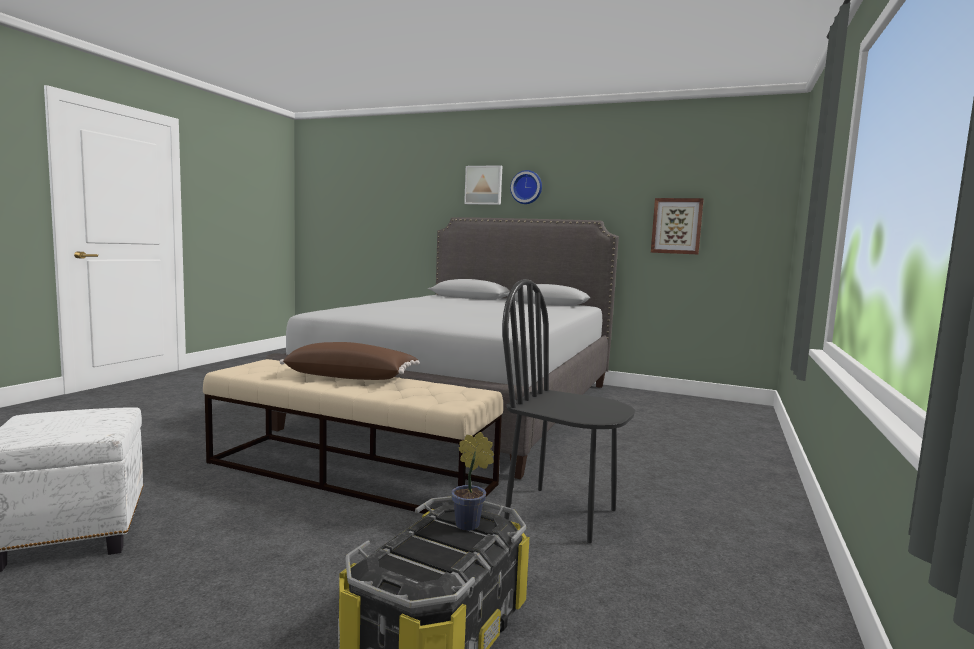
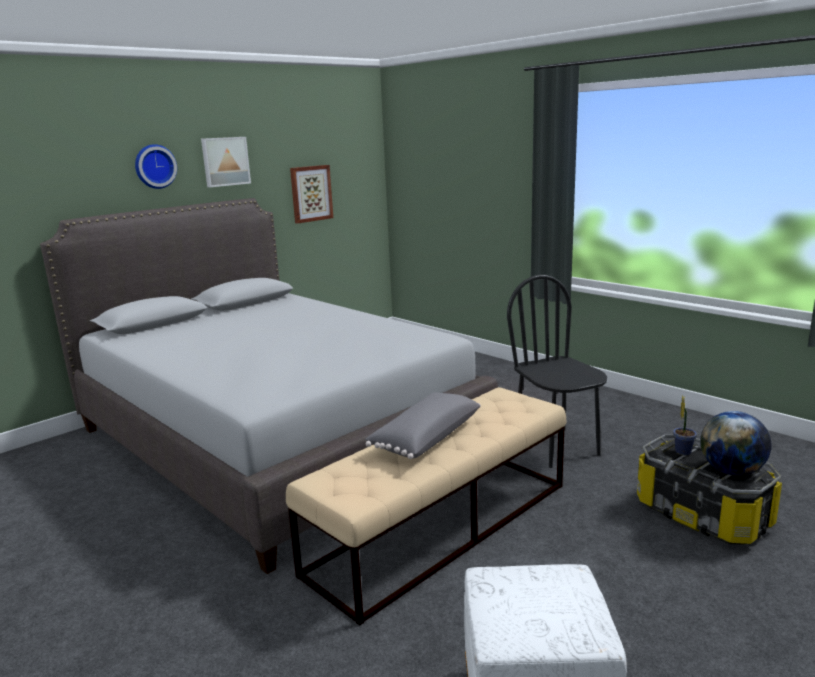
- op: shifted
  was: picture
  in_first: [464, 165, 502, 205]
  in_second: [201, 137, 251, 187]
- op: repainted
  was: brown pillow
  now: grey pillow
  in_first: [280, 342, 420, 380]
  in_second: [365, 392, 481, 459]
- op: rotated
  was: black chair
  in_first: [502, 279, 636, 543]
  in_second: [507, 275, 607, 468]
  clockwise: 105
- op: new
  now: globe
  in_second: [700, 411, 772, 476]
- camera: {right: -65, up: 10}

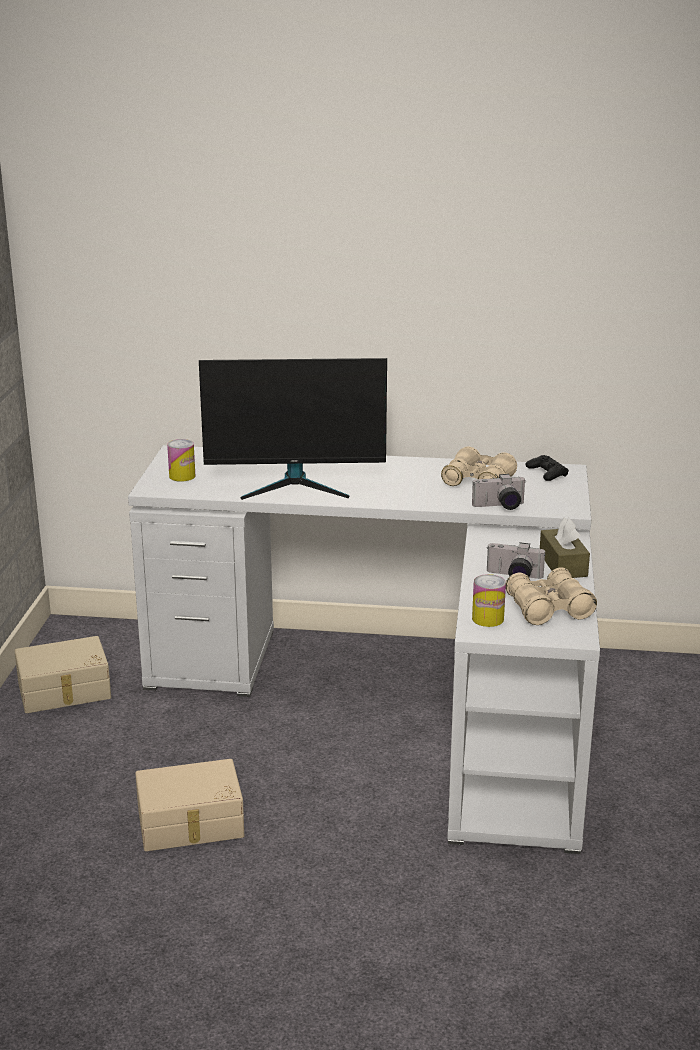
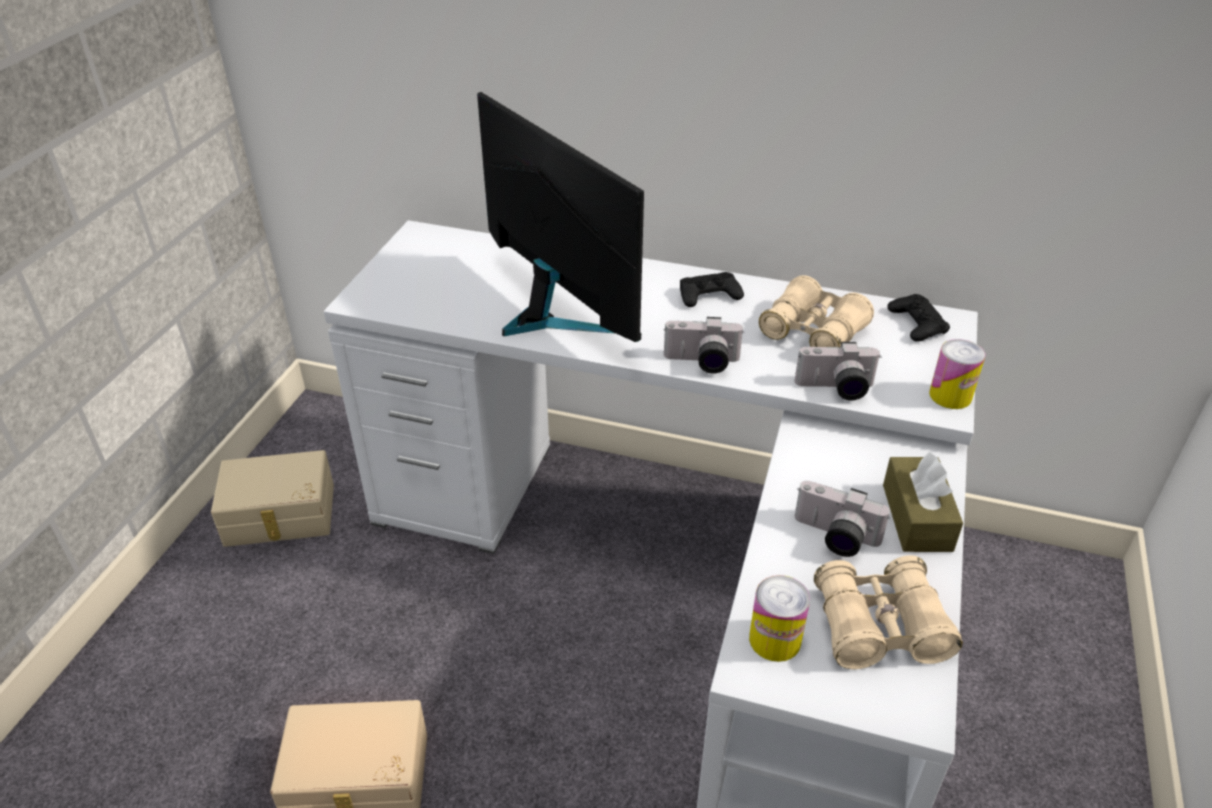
- op: rotated
  was: monitor
  in_first: [199, 358, 387, 500]
  in_second: [477, 92, 644, 342]
  clockwise: -135
- op: new
  now: photo camera
  in_second: [664, 317, 744, 374]
- op: new
  now: black game controller
  in_second: [680, 272, 744, 307]
- op: shifted
  was: can
  in_first: [167, 439, 195, 482]
  in_second: [929, 339, 985, 409]
- camera: {right: 10, up: 15}

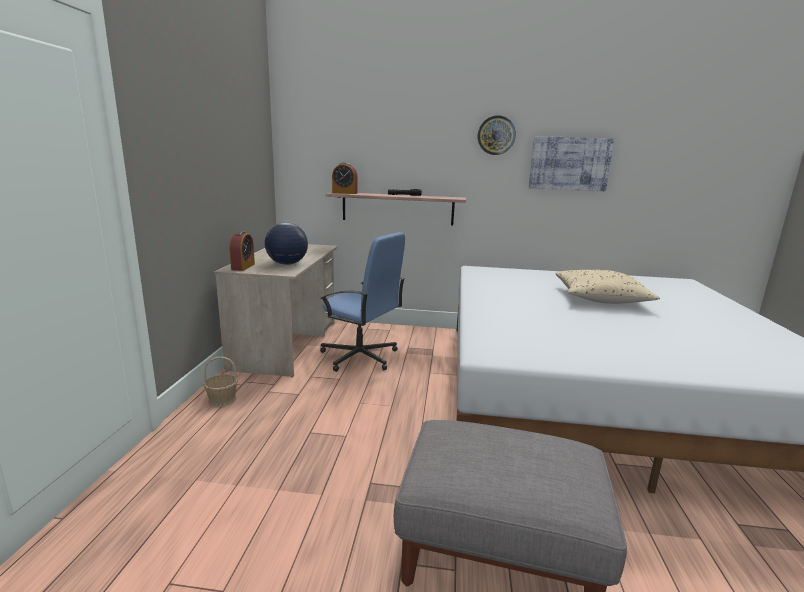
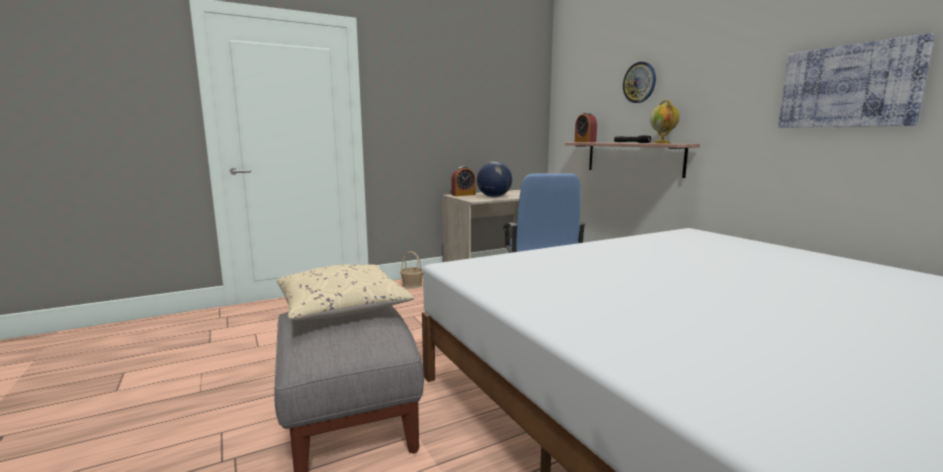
- op: shifted
  was: beige pillow
  in_first: [555, 270, 660, 304]
  in_second: [277, 265, 414, 320]
- op: shifted
  was: wall clock
  in_first: [478, 116, 516, 155]
  in_second: [623, 62, 656, 103]
- op: new
  now: globe
  in_second: [650, 100, 680, 143]
- camera: {right: 55, up: -5}

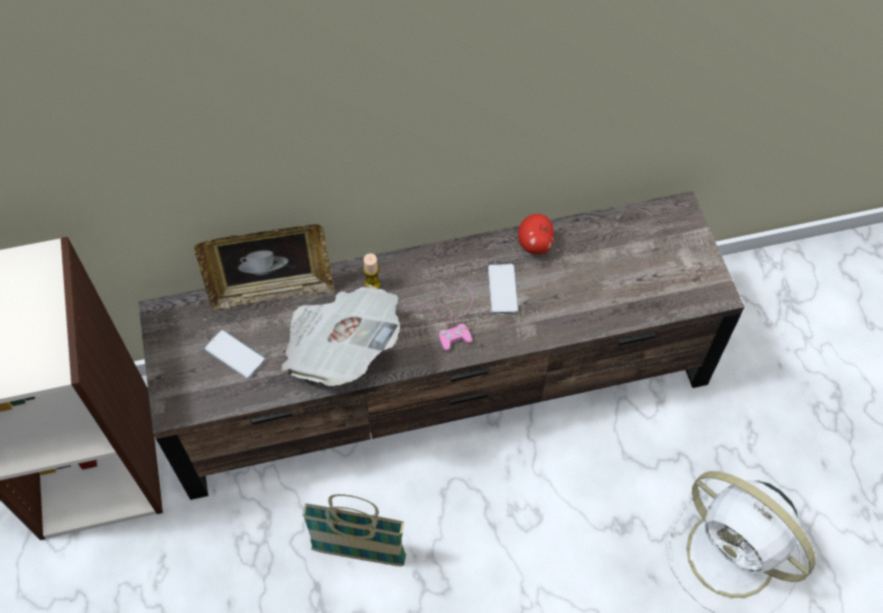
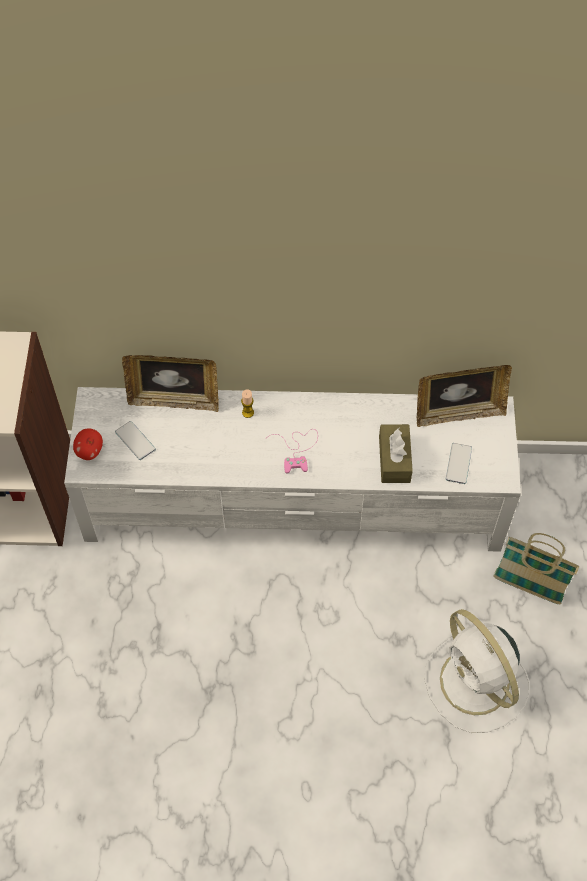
- op: repainted
  was: brown tv stand
  now: white tv stand
  in_first: [138, 191, 744, 500]
  in_second: [64, 387, 521, 552]
- op: shifted
  was: apple
  in_first: [518, 214, 554, 254]
  in_second: [73, 428, 103, 460]
- op: new
  now: brown tissue box
  in_second: [379, 424, 413, 483]
- op: new
  now: picture frame
  in_second: [416, 365, 512, 427]
- op: shifted
  was: phone
  in_first: [488, 264, 518, 314]
  in_second: [446, 443, 472, 484]
- op: shifted
  was: basket
  in_first: [302, 494, 406, 566]
  in_second: [493, 533, 579, 604]
- op: gone
  was: newspaper
  in_first: [281, 285, 400, 386]
- camera: {right: 15, up: 0}

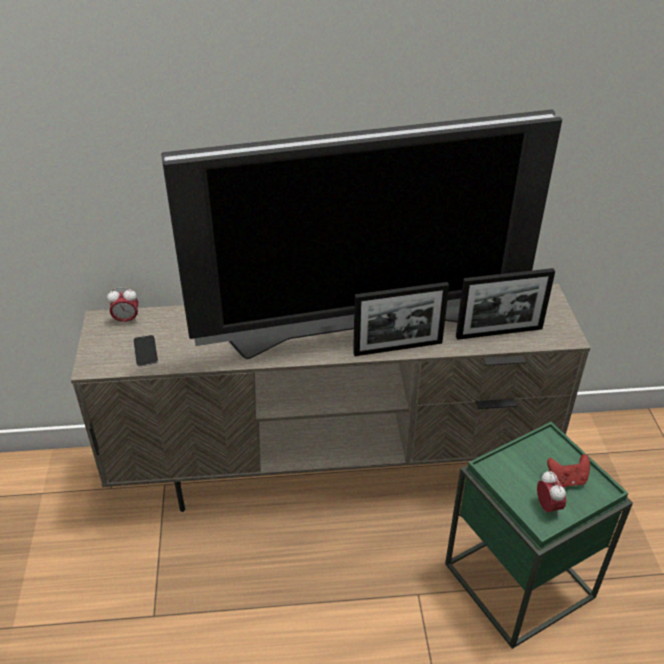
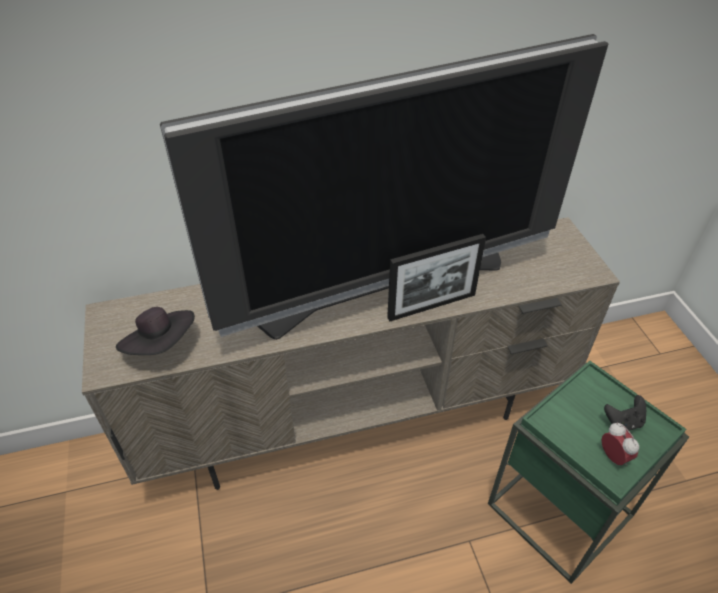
- op: swapped
  was: phone
  now: black hat
  in_first: [133, 335, 158, 366]
  in_second: [116, 307, 195, 355]
- op: repainted
  was: red game controller
  now: black game controller
  in_first: [547, 454, 590, 487]
  in_second: [604, 395, 646, 431]
- op: gone
  was: alarm clock
  in_first: [107, 287, 138, 324]
- op: gone
  was: picture frame
  in_first: [456, 268, 555, 340]
- camera: {right: -10, up: 5}

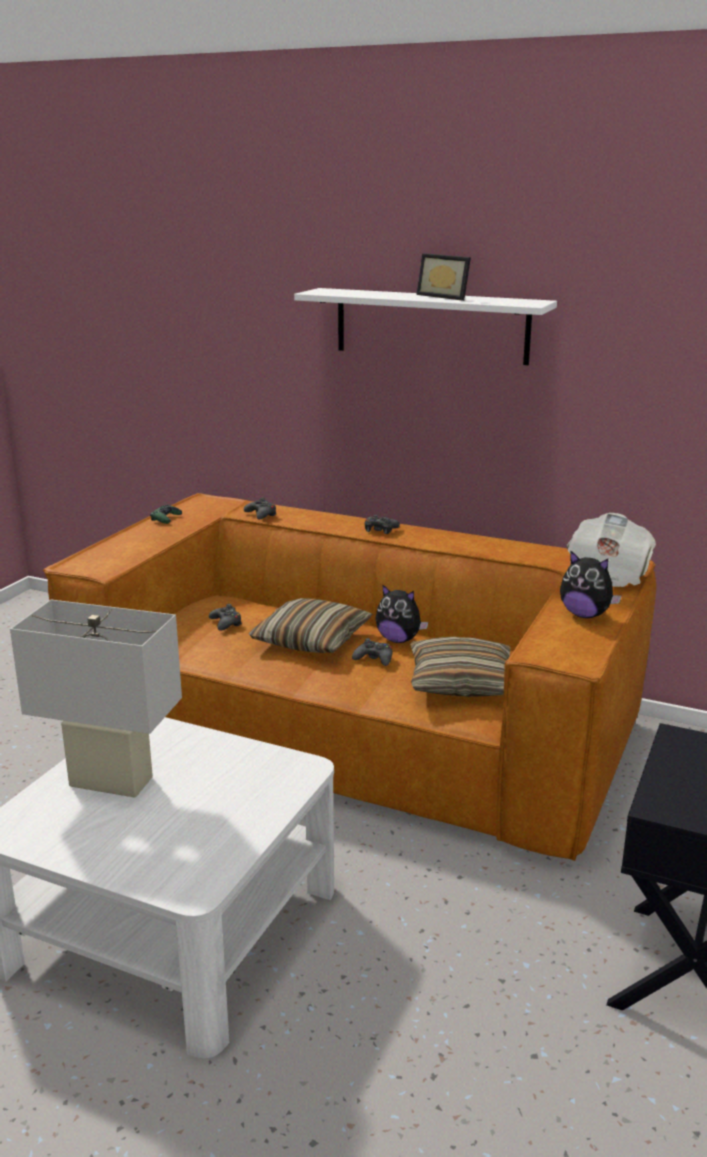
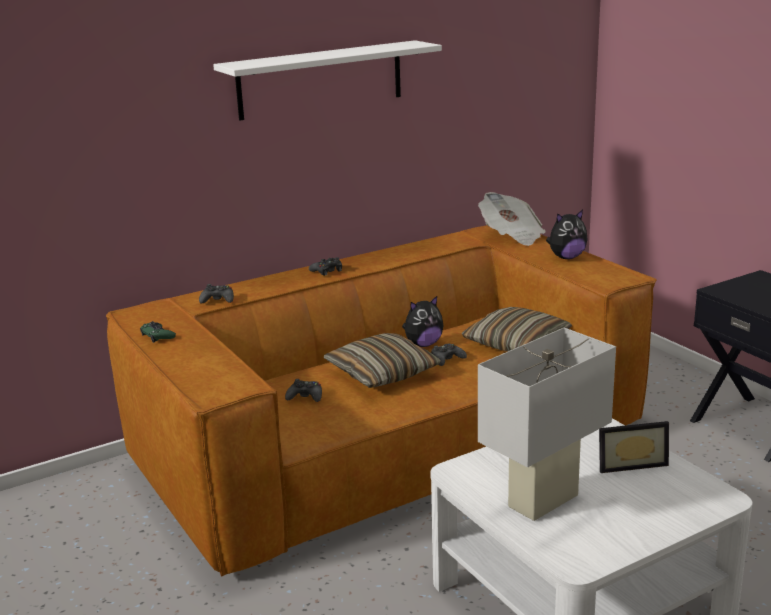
- op: shifted
  was: picture frame
  in_first: [416, 253, 471, 301]
  in_second: [599, 421, 669, 473]
- camera: {right: -55, up: 0}

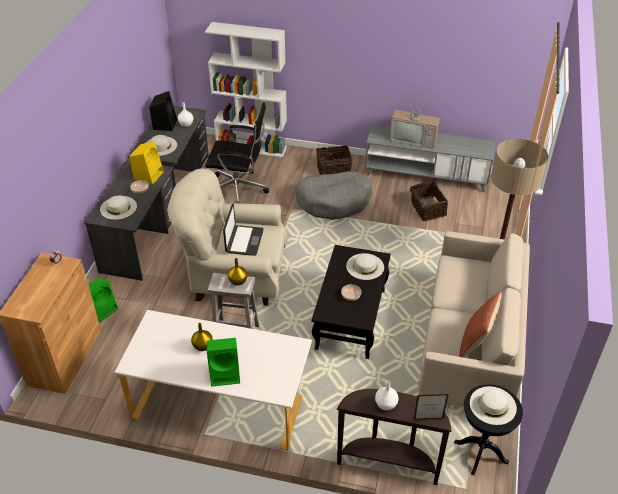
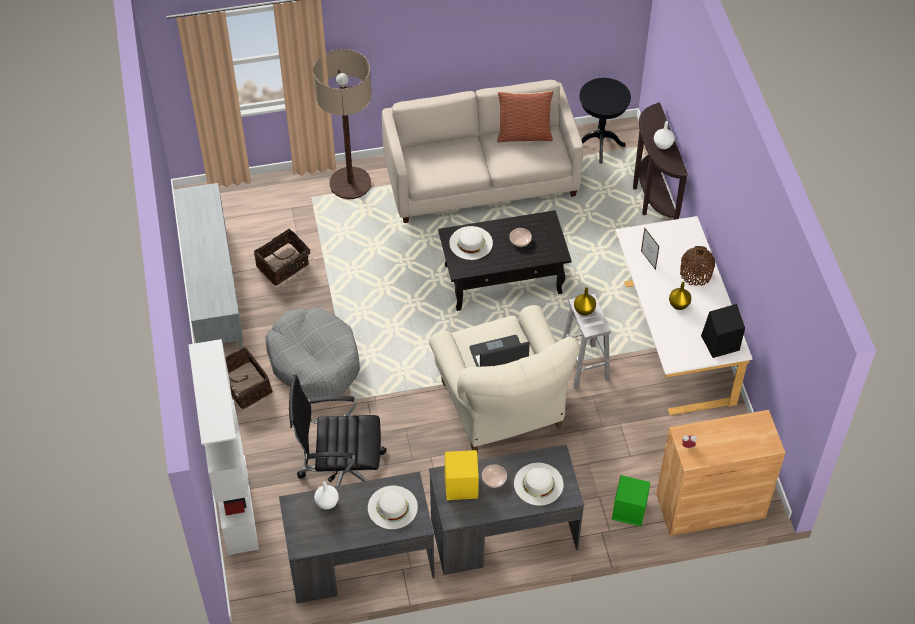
- op: rotated
  was: black office chair
  in_first: [205, 102, 269, 204]
  in_second: [289, 375, 387, 486]
  clockwise: -75
- op: shifted
  was: picture frame
  in_first: [414, 394, 449, 420]
  in_second: [641, 227, 660, 270]
- op: swapped
  was: green speaker
  now: brown vase
  in_first: [207, 338, 240, 386]
  in_second: [680, 246, 715, 286]
- op: shifted
  was: black speaker
  in_first: [149, 91, 177, 131]
  in_second: [701, 304, 745, 358]
- op: gone
  was: television
  in_first: [390, 96, 440, 149]
- op: gone
  was: white hat
  in_first: [470, 386, 517, 425]
- camera: {right: -115, up: 10}

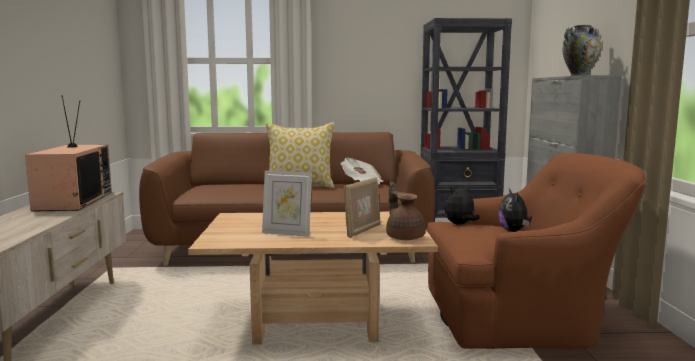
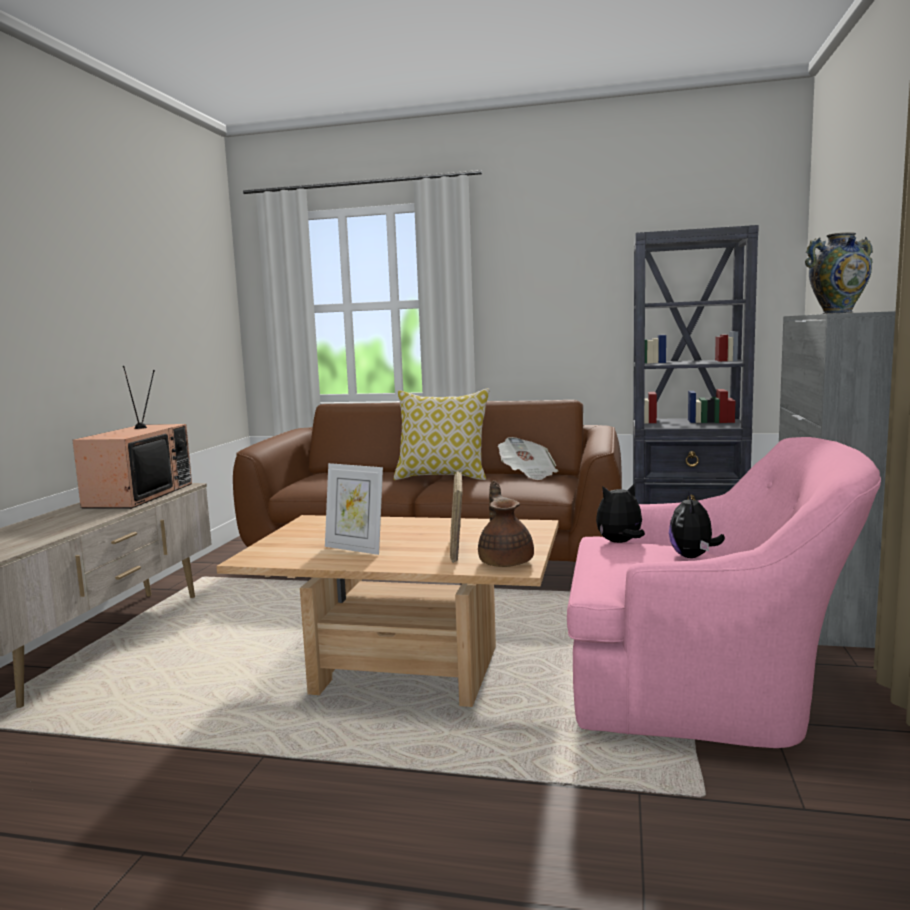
- op: rotated
  was: picture frame
  in_first: [343, 177, 381, 238]
  in_second: [450, 471, 463, 563]
  clockwise: 135
- op: repainted
  was: brown armchair
  now: pink armchair
  in_first: [426, 153, 646, 349]
  in_second: [567, 437, 881, 748]
- camera: {right: 15, up: 0}

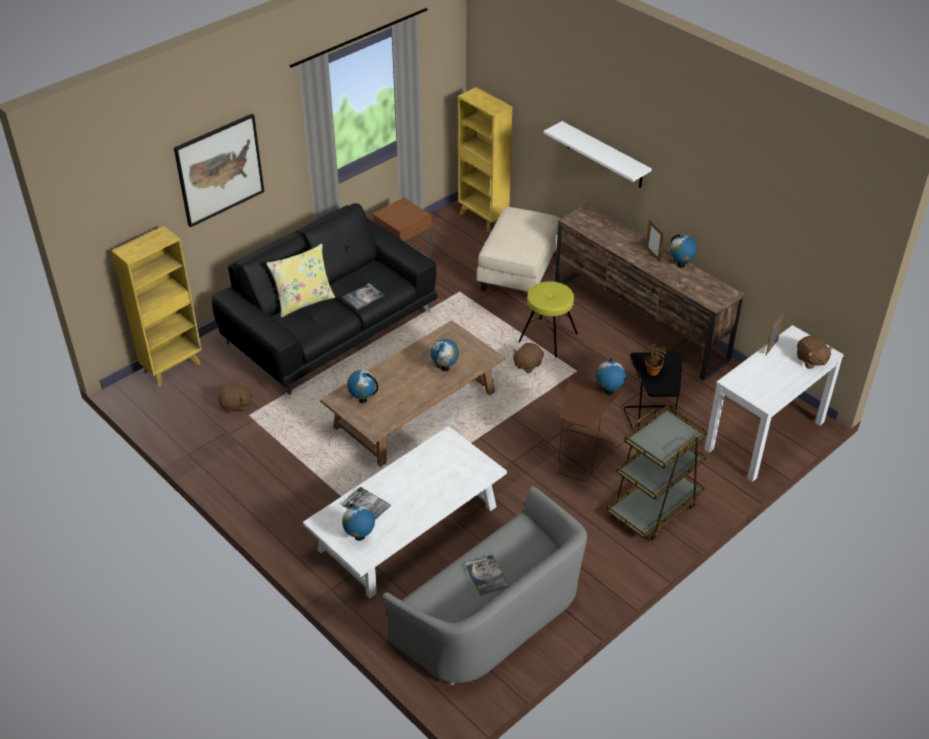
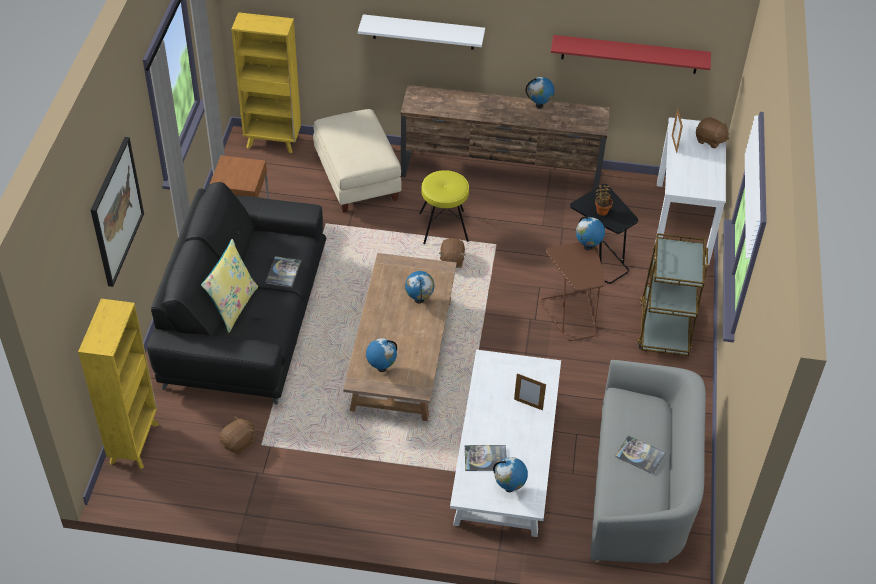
- op: shifted
  was: picture frame
  in_first: [645, 219, 664, 262]
  in_second: [514, 373, 546, 410]
- op: new
  now: red shelf
  in_second: [551, 35, 711, 74]
- camera: {right: -40, up: 5}

